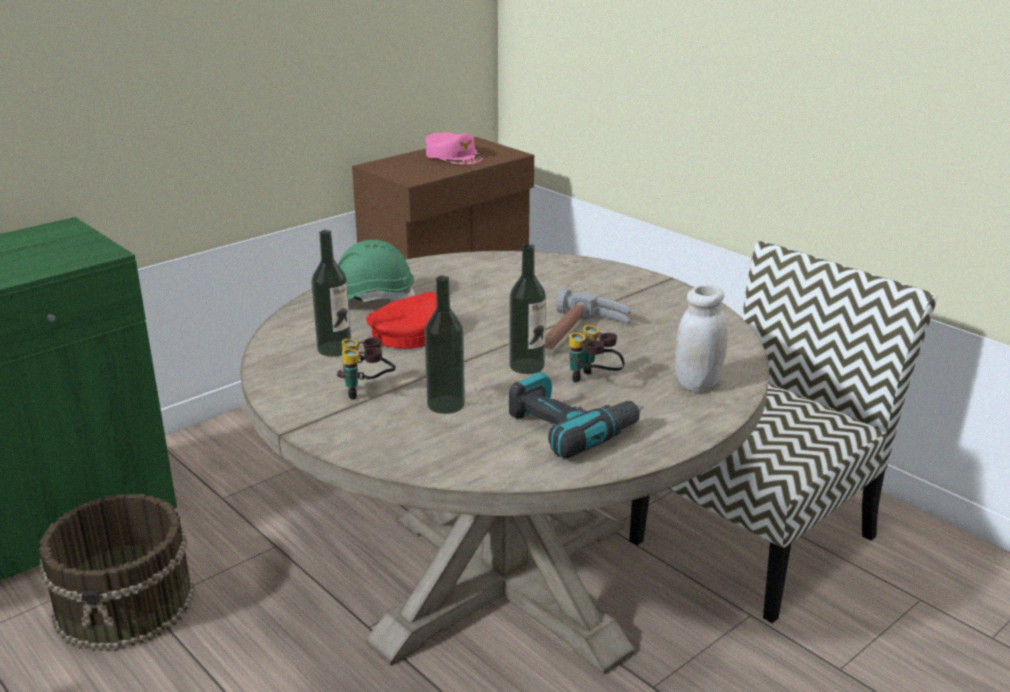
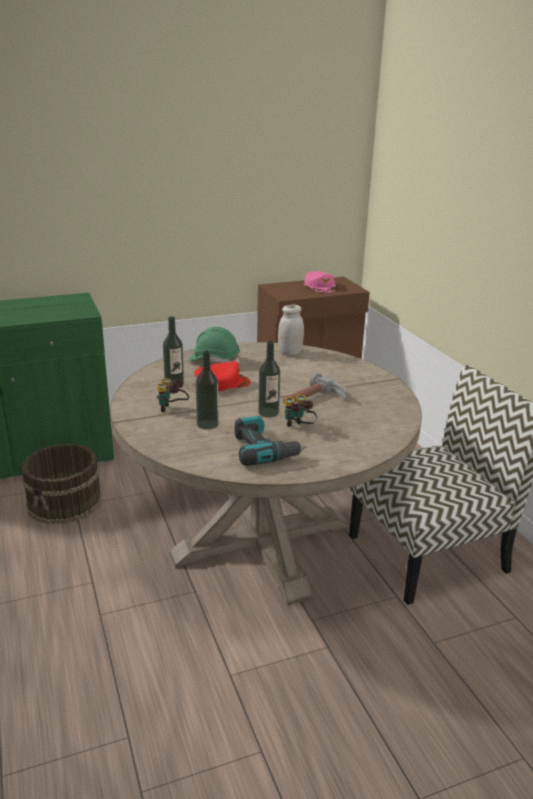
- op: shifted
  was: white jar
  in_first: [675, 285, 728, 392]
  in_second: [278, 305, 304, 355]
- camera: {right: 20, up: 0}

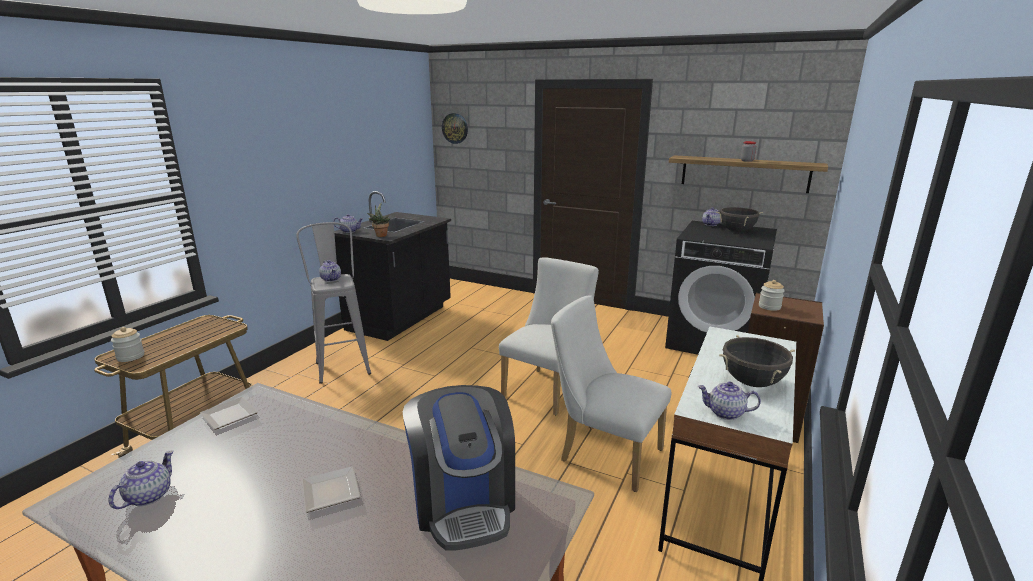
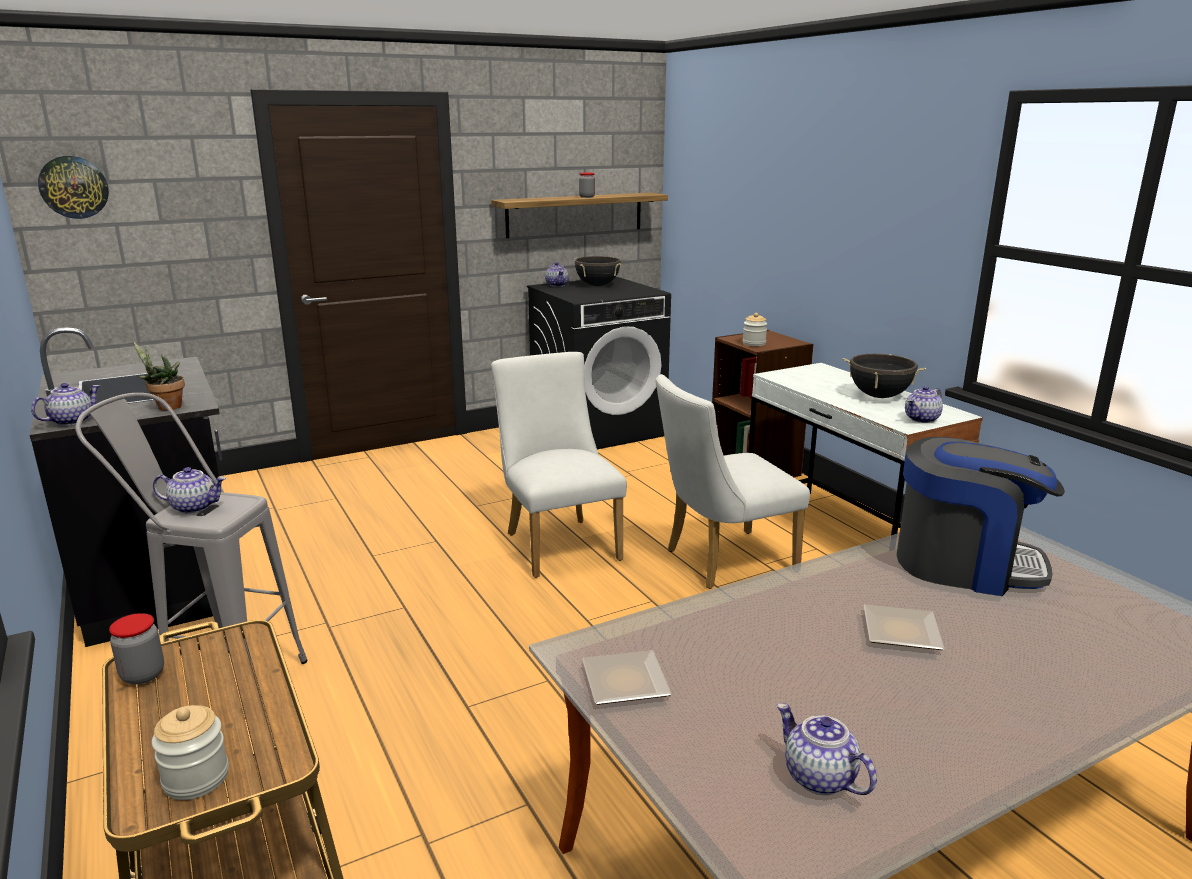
- op: new
  now: jar
  in_second: [109, 613, 164, 684]
- camera: {right: -55, up: 0}

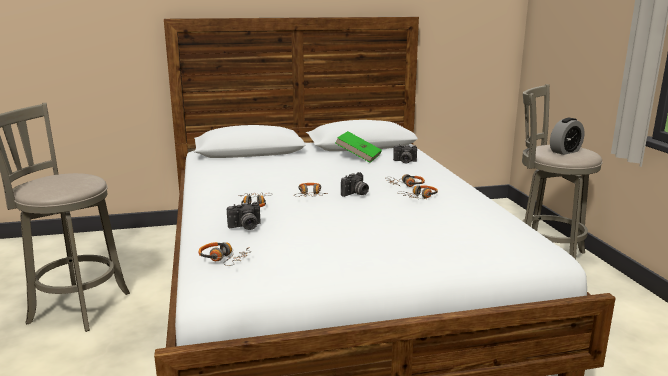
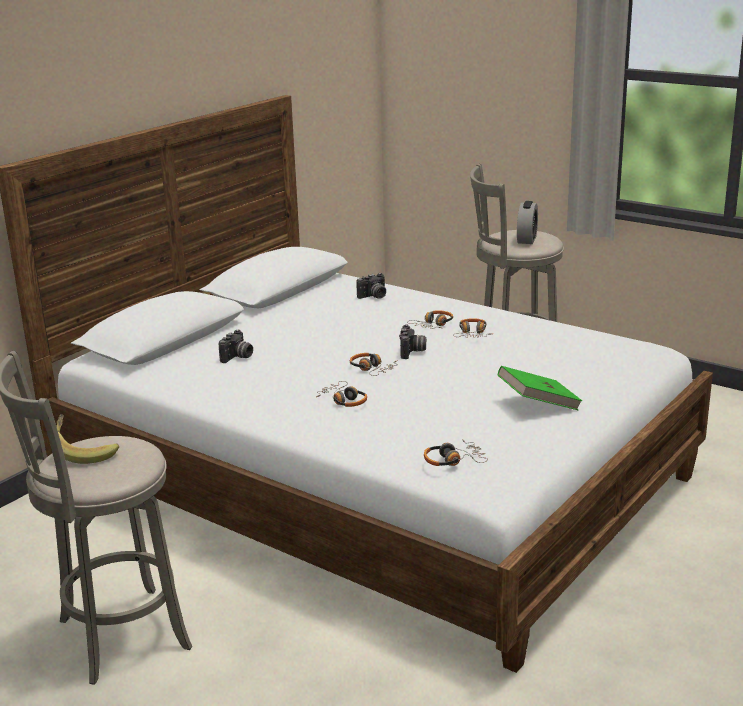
- op: new
  now: banana
  in_second: [56, 414, 119, 464]
- op: shifted
  was: photo camera
  in_first: [227, 202, 261, 230]
  in_second: [219, 329, 253, 363]
- op: shifted
  was: green book
  in_first: [335, 131, 382, 163]
  in_second: [498, 366, 582, 410]
- camera: {right: -40, up: 5}

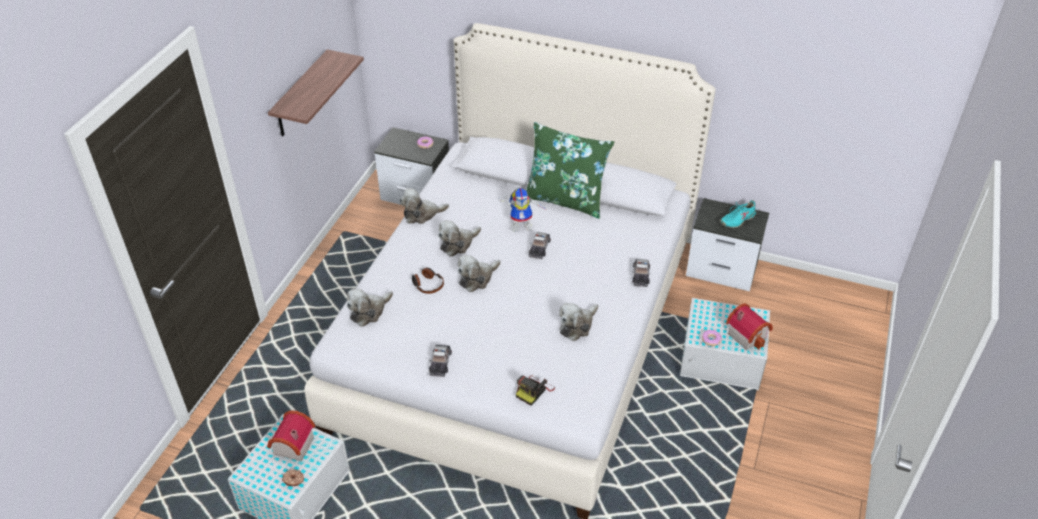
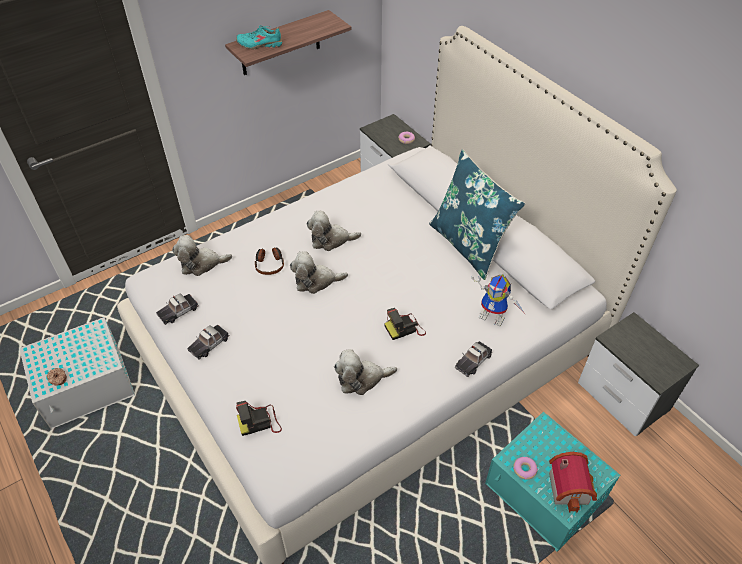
- op: shifted
  was: toy car
  in_first: [529, 232, 551, 259]
  in_second: [156, 293, 199, 325]
- op: shifted
  was: turquoise shoe
  in_first: [720, 200, 758, 228]
  in_second: [236, 25, 283, 49]
- op: new
  now: photo camera
  in_second: [384, 308, 426, 340]
- op: repainted
  was: green pillow
  now: blue pillow
  in_first: [526, 122, 615, 219]
  in_second: [429, 149, 525, 280]
- op: shifted
  was: toy robot
  in_first: [498, 188, 547, 232]
  in_second: [472, 274, 524, 326]
- op: repainted
  was: white storage box
  now: turquoise storage box
  in_first: [680, 298, 770, 390]
  in_second: [485, 412, 620, 552]
- op: gone
  was: toy house
  in_first: [267, 410, 315, 461]
- op: gone
  was: plush toy
  in_first: [400, 188, 449, 224]
- camera: {right: 35, up: 5}

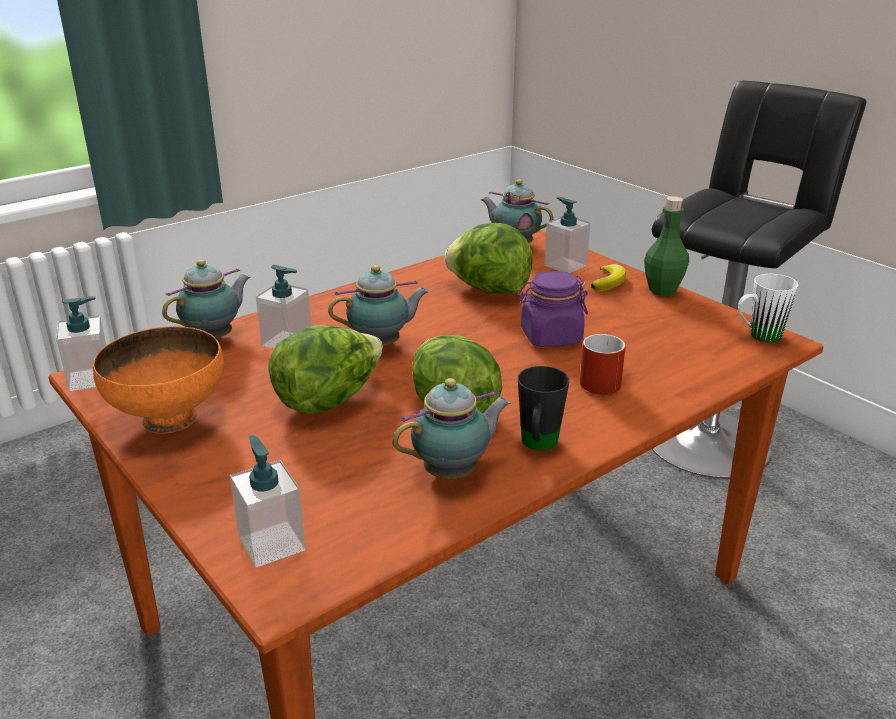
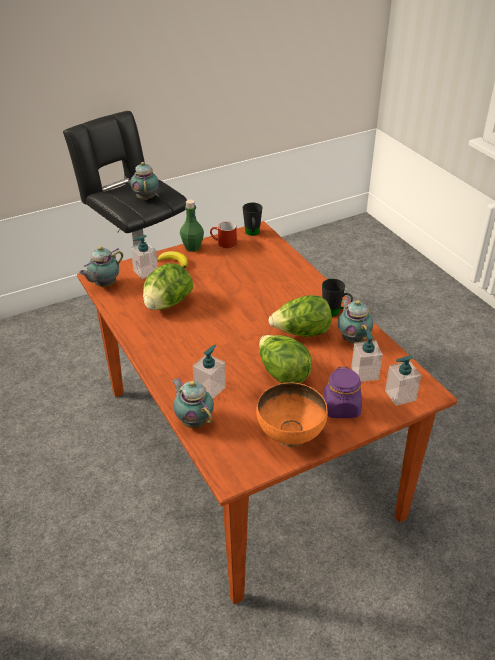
- op: shifted
  was: teapot
  in_first: [328, 265, 429, 346]
  in_second: [130, 162, 159, 200]
- op: shifted
  was: red mug
  in_first: [580, 334, 626, 395]
  in_second: [210, 221, 237, 249]
- op: repainted
  was: white mug
  now: black mug
  in_first: [738, 274, 798, 342]
  in_second: [243, 203, 262, 236]
- op: shifted
  was: purple jar
  in_first: [517, 271, 588, 347]
  in_second: [324, 367, 362, 418]
- op: shifted
  was: soap dispenser
  in_first: [56, 296, 106, 391]
  in_second: [351, 329, 383, 382]
- camera: {right: -80, up: 10}

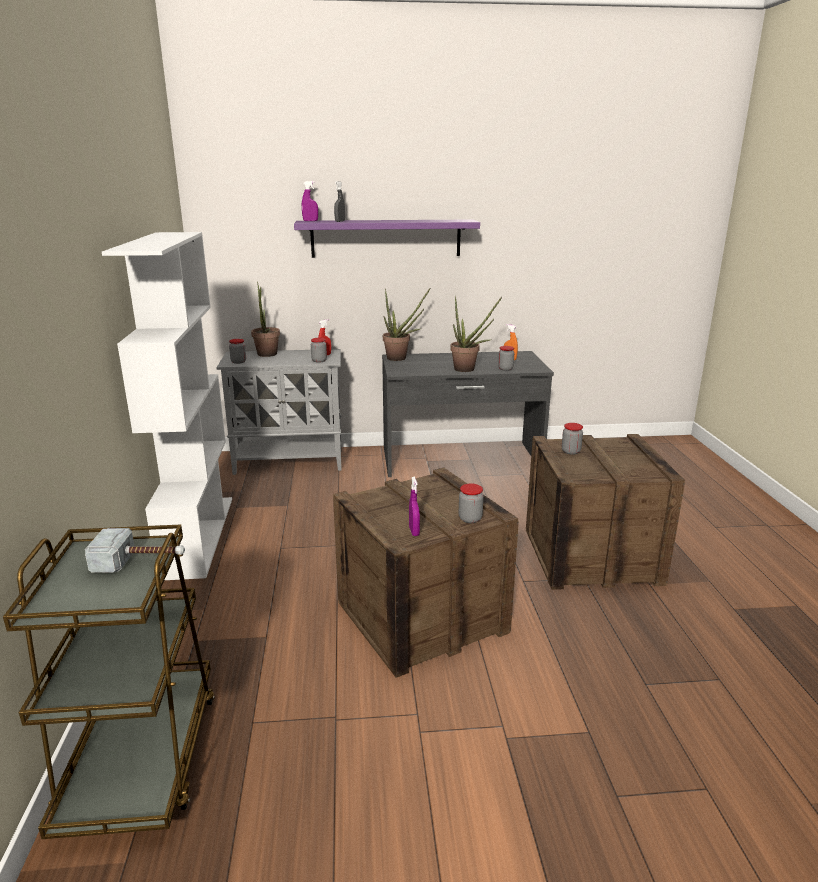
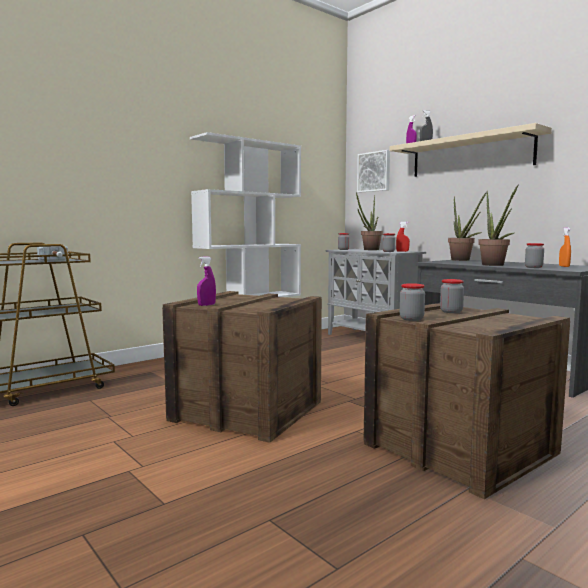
- op: new
  now: picture
  in_second: [357, 150, 390, 193]
- op: repainted
  was: purple shelf
  now: beige shelf
  in_first: [294, 219, 480, 258]
  in_second: [390, 123, 552, 177]
- op: shifted
  was: jar
  in_first: [459, 484, 484, 523]
  in_second: [400, 283, 425, 321]
- camera: {right: 55, up: -15}

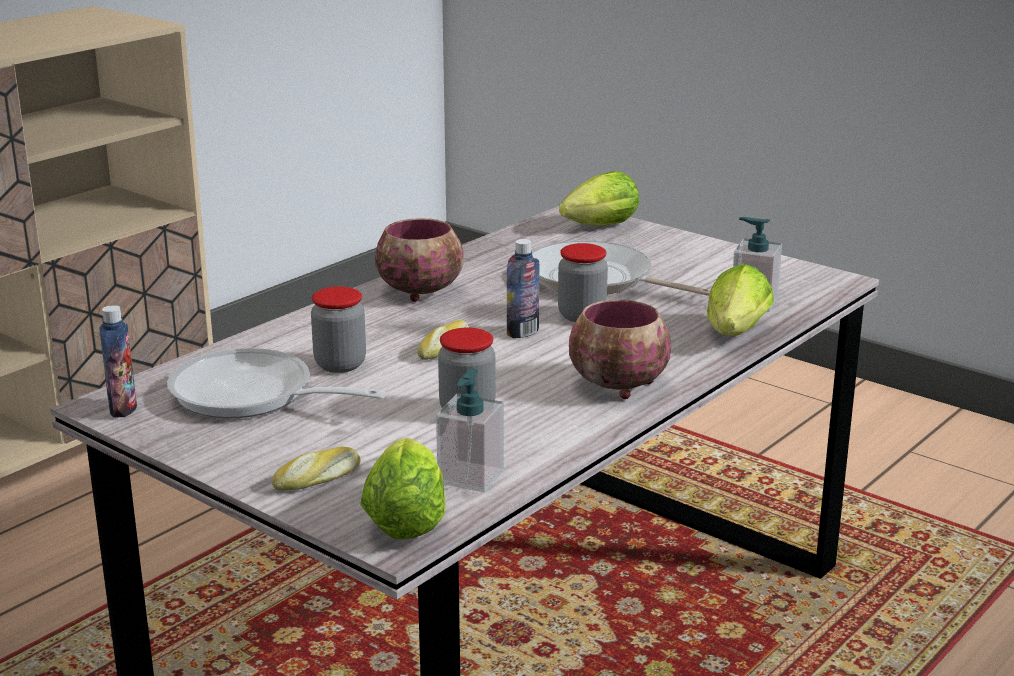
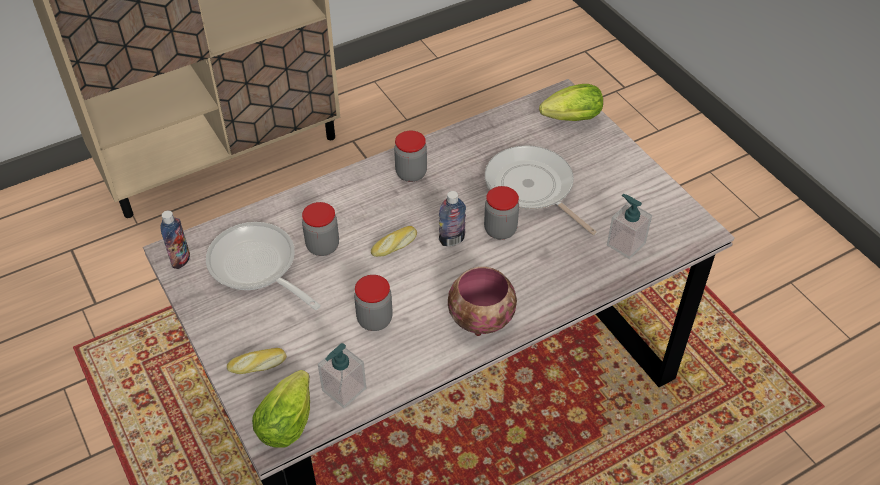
- op: swapped
  was: bowl
  now: jar
  in_first: [375, 218, 463, 302]
  in_second: [394, 131, 427, 182]
- op: gone
  was: lettuce
  in_first: [707, 264, 774, 336]
- camera: {right: 20, up: 25}

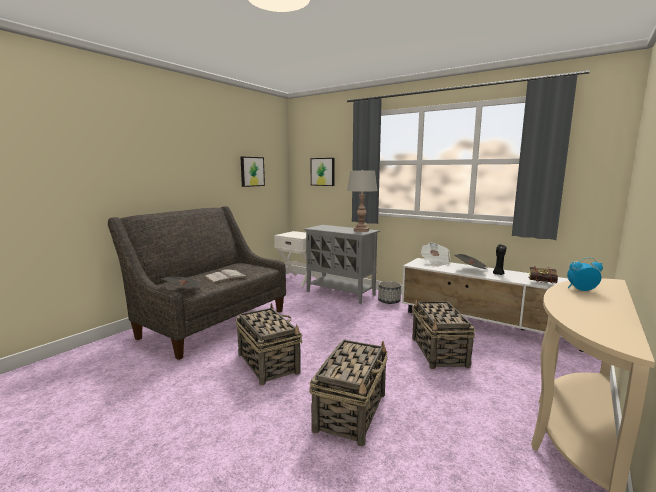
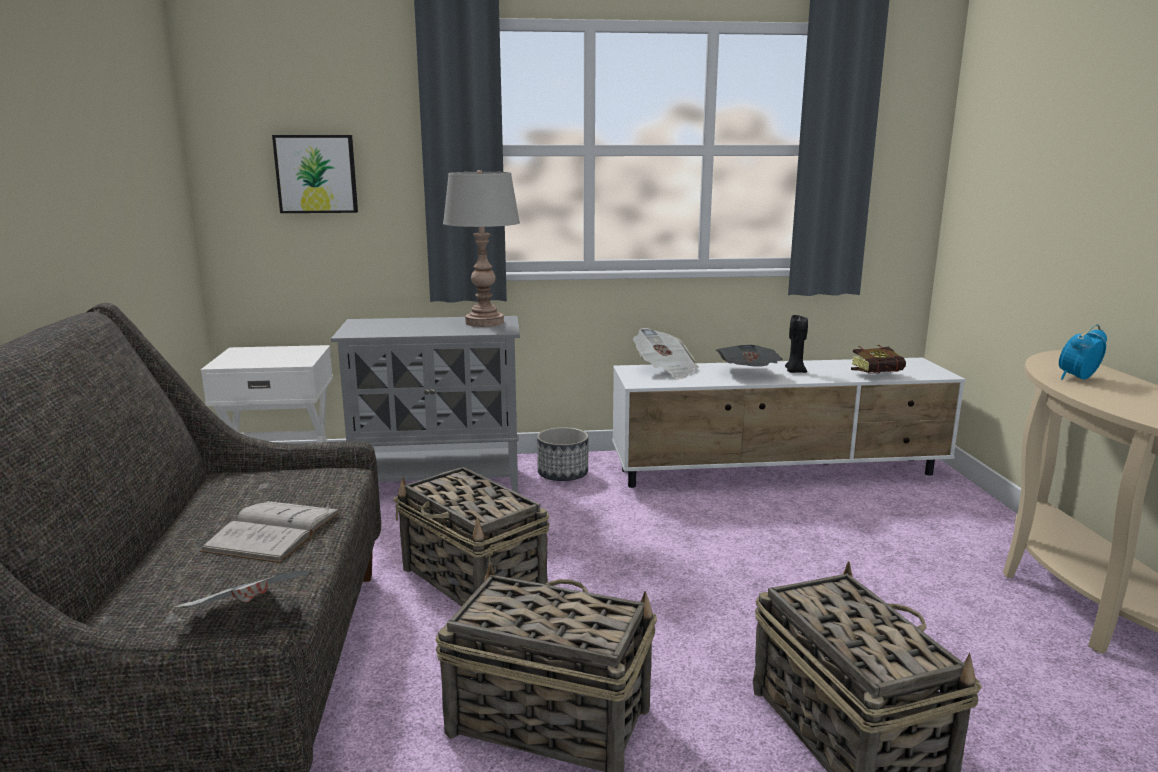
- op: shifted
  was: basket
  in_first: [412, 299, 475, 369]
  in_second: [393, 467, 549, 607]
- op: gone
  was: picture
  in_first: [240, 157, 265, 187]
- camera: {right: -40, up: 5}

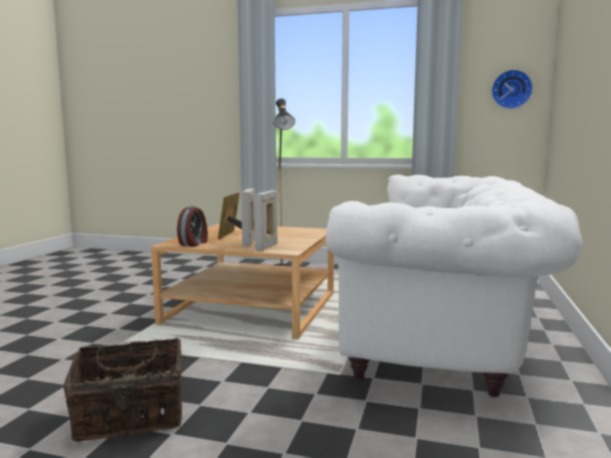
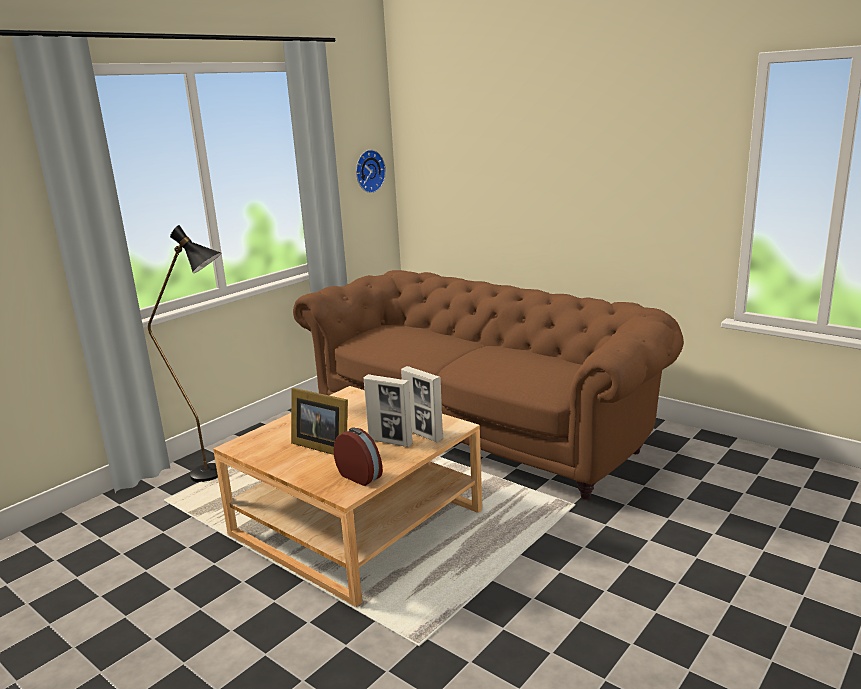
- op: repainted
  was: white sofa
  now: brown sofa
  in_first: [326, 175, 583, 397]
  in_second: [293, 270, 684, 499]
- op: gone
  was: basket
  in_first: [63, 338, 182, 441]
- camera: {right: -65, up: 10}

